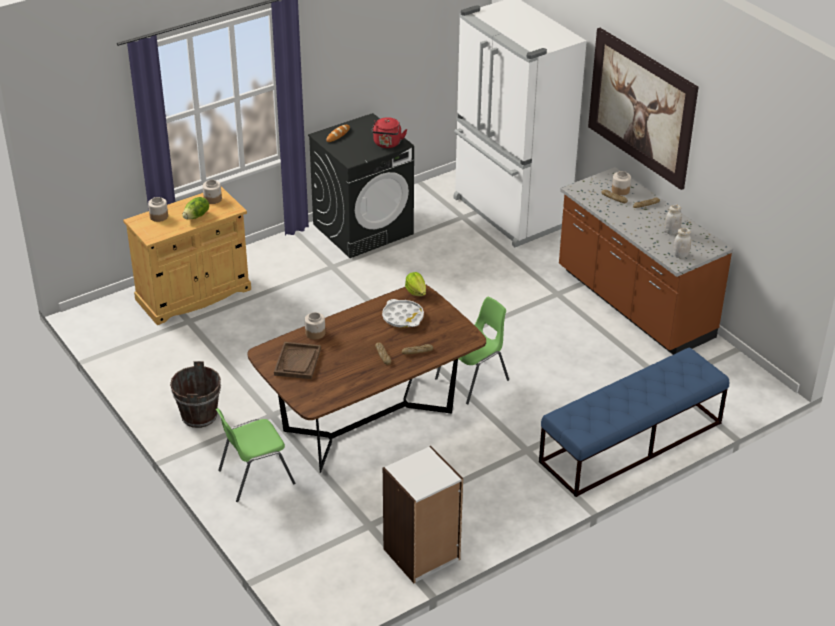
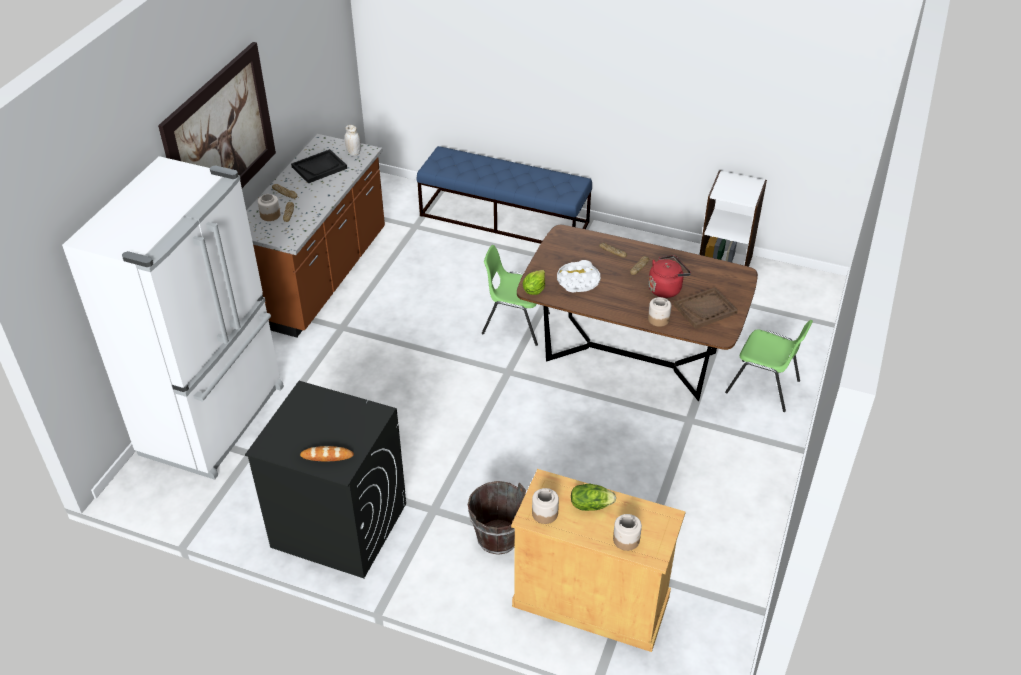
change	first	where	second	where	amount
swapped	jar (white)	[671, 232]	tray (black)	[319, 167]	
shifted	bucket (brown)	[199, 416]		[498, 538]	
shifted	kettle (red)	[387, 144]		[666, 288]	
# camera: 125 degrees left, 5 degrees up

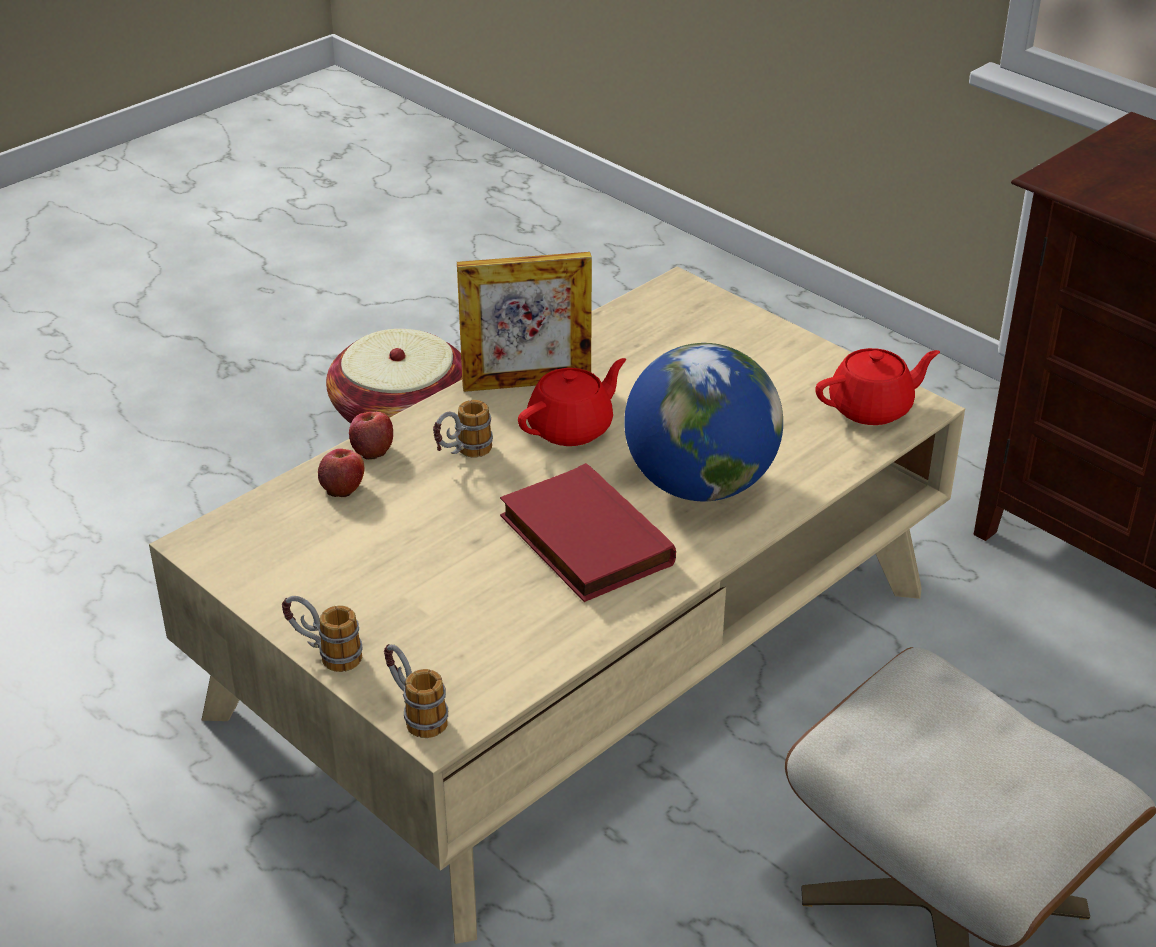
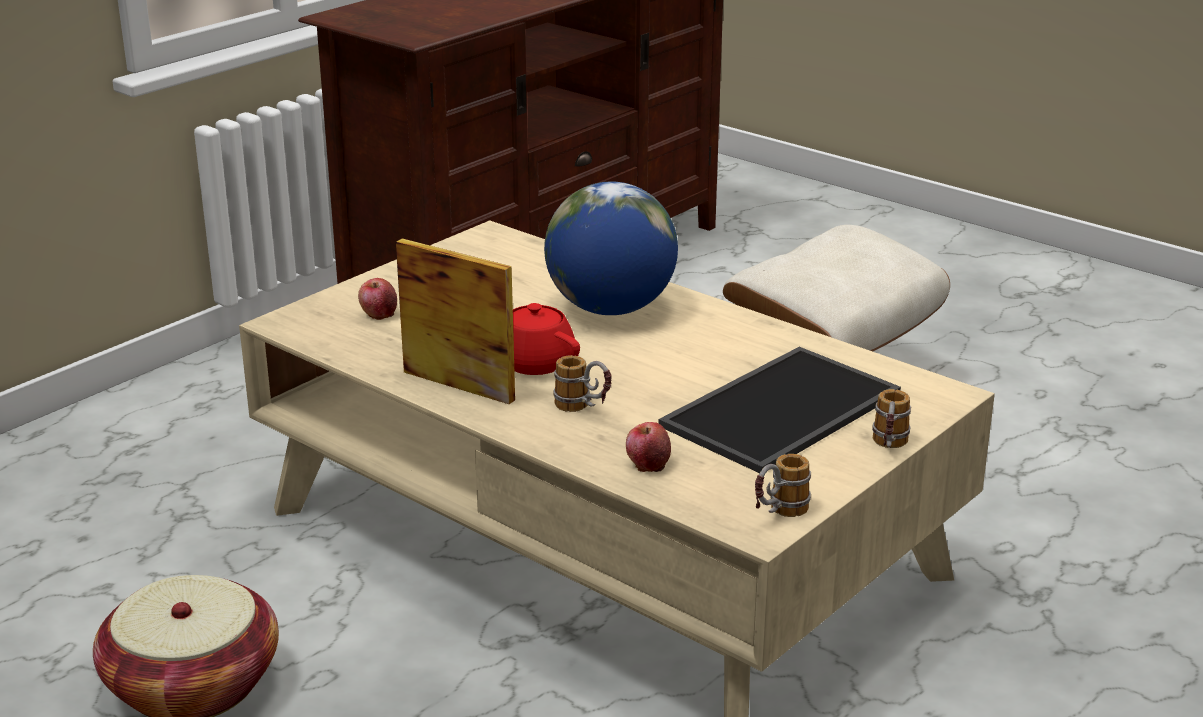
change	first	where	second	where	amount
shifted	apple	[372, 449]		[378, 313]	
rotated	picture frame	[527, 383]		[458, 386]	45 degrees counterclockwise
new			tray	[780, 407]	
shifted	mug	[414, 713]		[778, 514]	
gone	book (red)	[581, 541]			
gone	teapot (red)	[872, 408]			
# camera: 95 degrees left, 10 degrees down

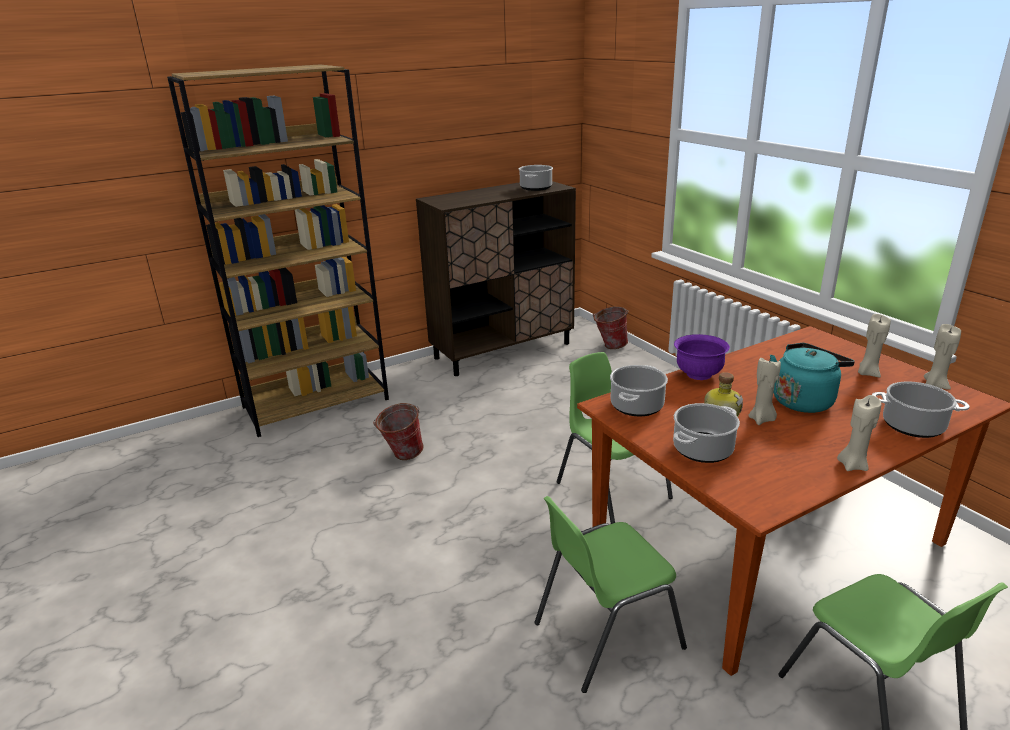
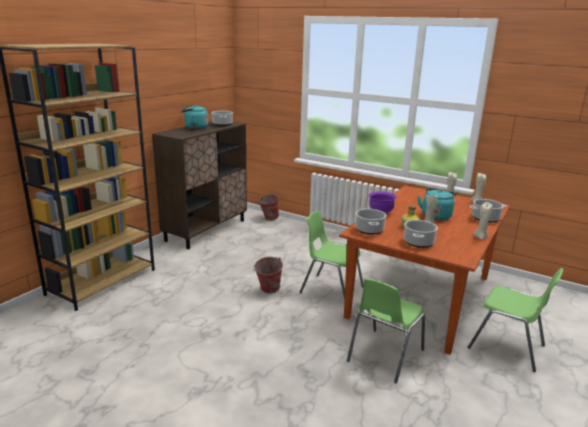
change	first	where	second	where	amount
new			kettle (turquoise)	[194, 128]	
shifted	bucket	[401, 455]		[267, 291]	
# camera: 30 degrees left, 5 degrees down

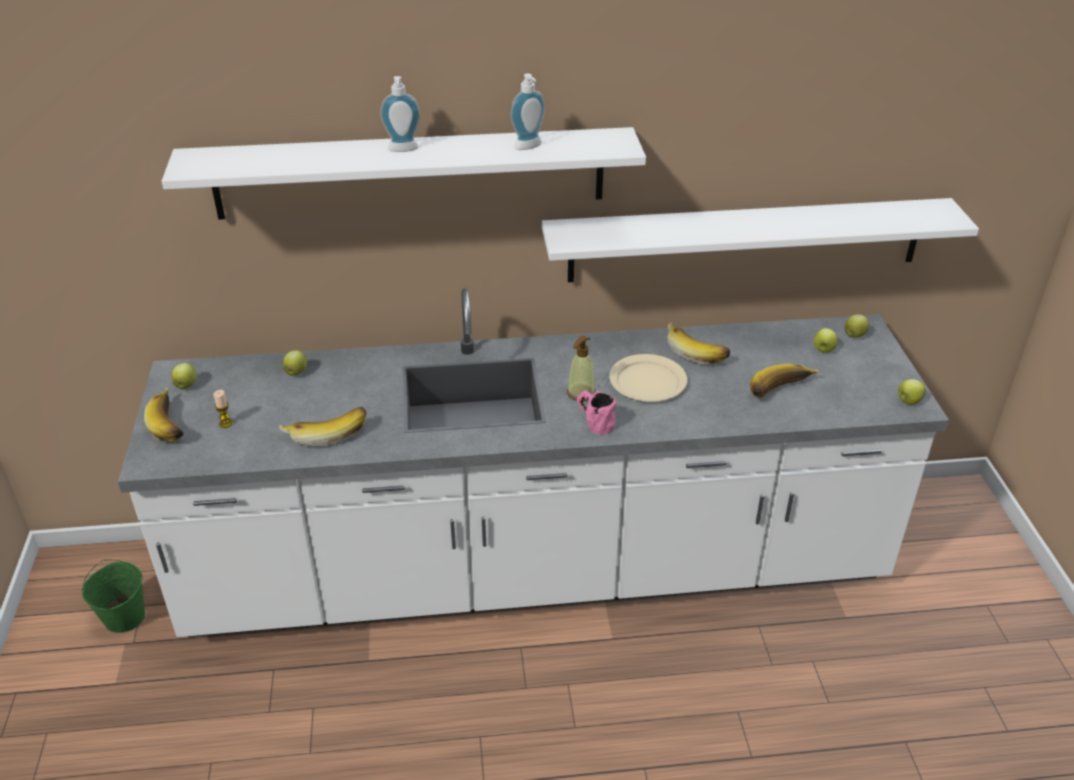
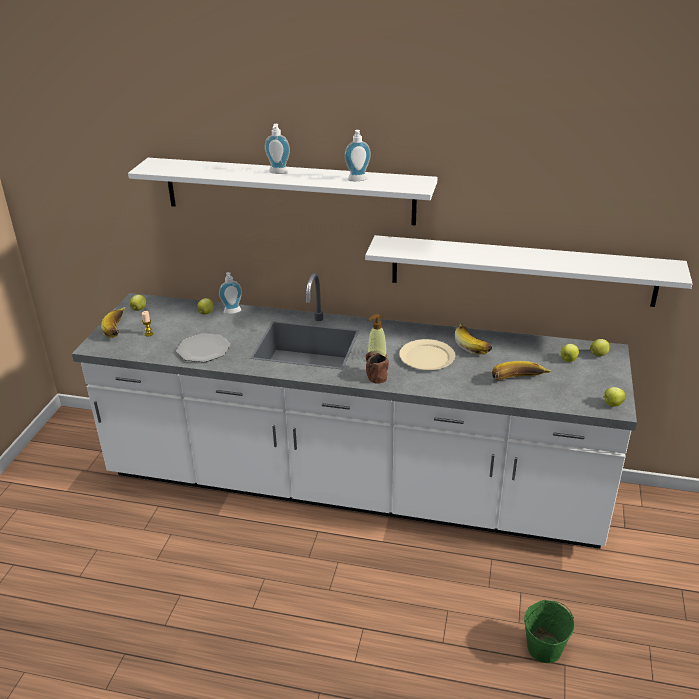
change	first	where	second	where	amount
swapped	banana	[326, 432]	plate	[203, 349]	
new			soap dispenser	[233, 312]	
repainted	mug (pink)	[594, 423]	mug (brown)	[374, 375]	
shifted	bucket (green)	[125, 616]		[544, 648]	
# camera: 20 degrees right, 5 degrees down

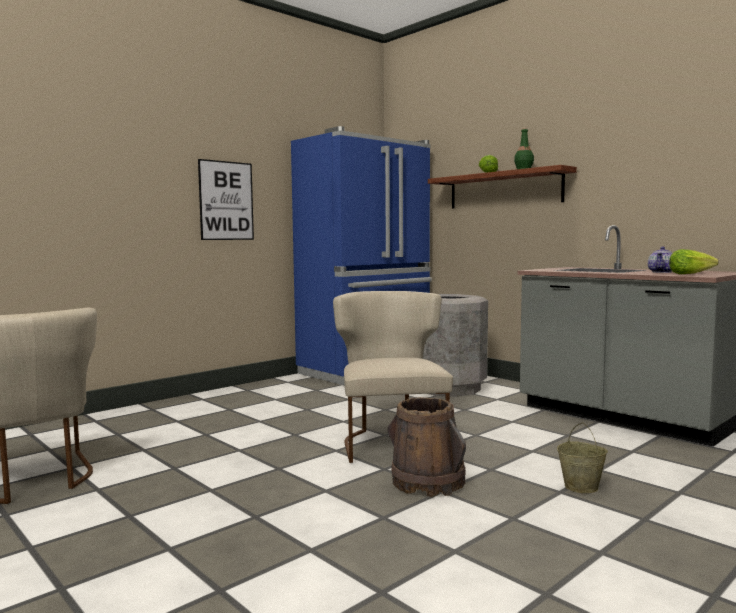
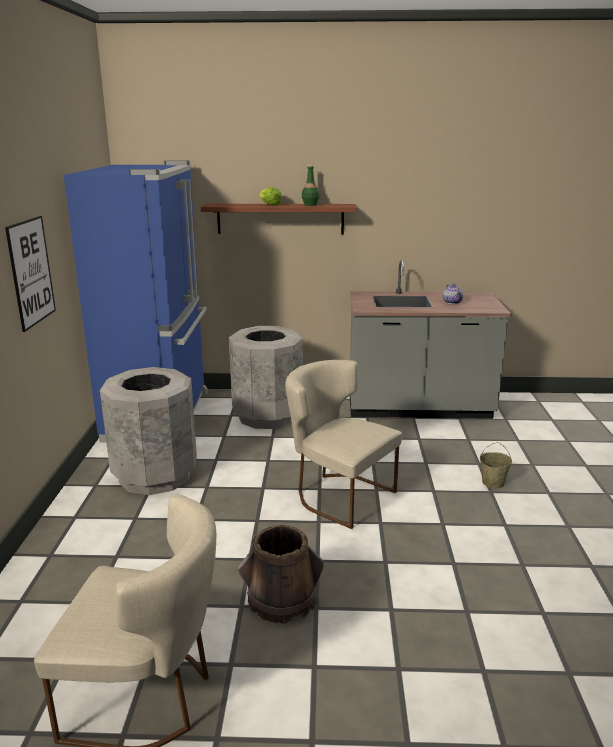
change	first	where	second	where	amount
new			trash can (grey)	[155, 476]	
shifted	bucket (brown)	[427, 482]		[281, 600]	
gone	lettuce	[690, 274]			
# camera: 45 degrees left, 15 degrees up

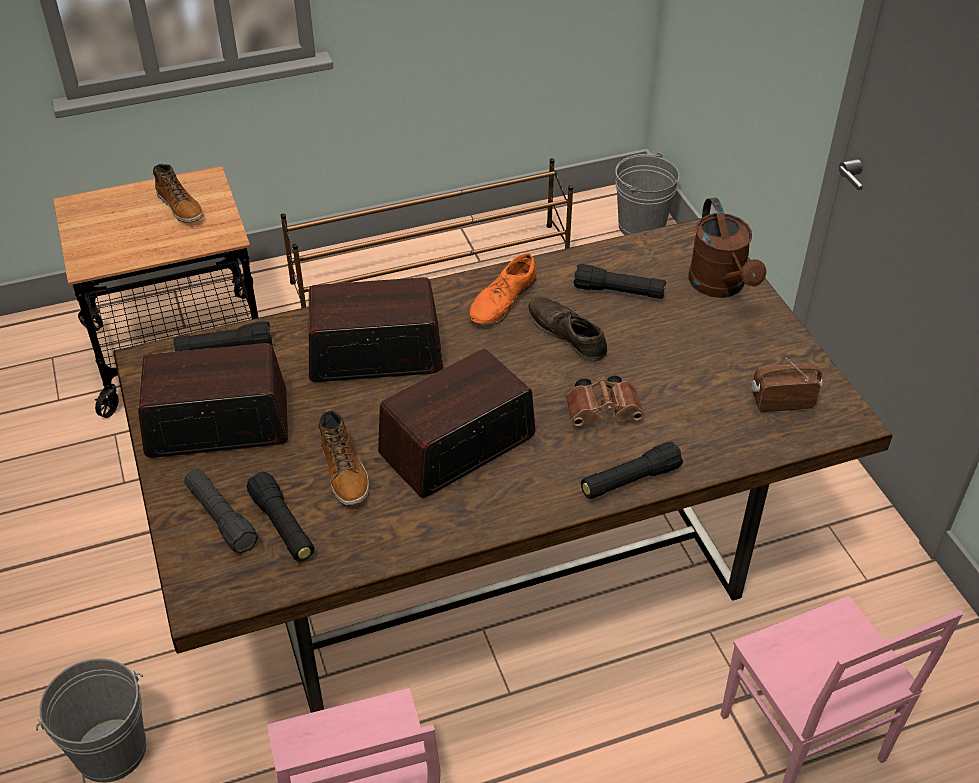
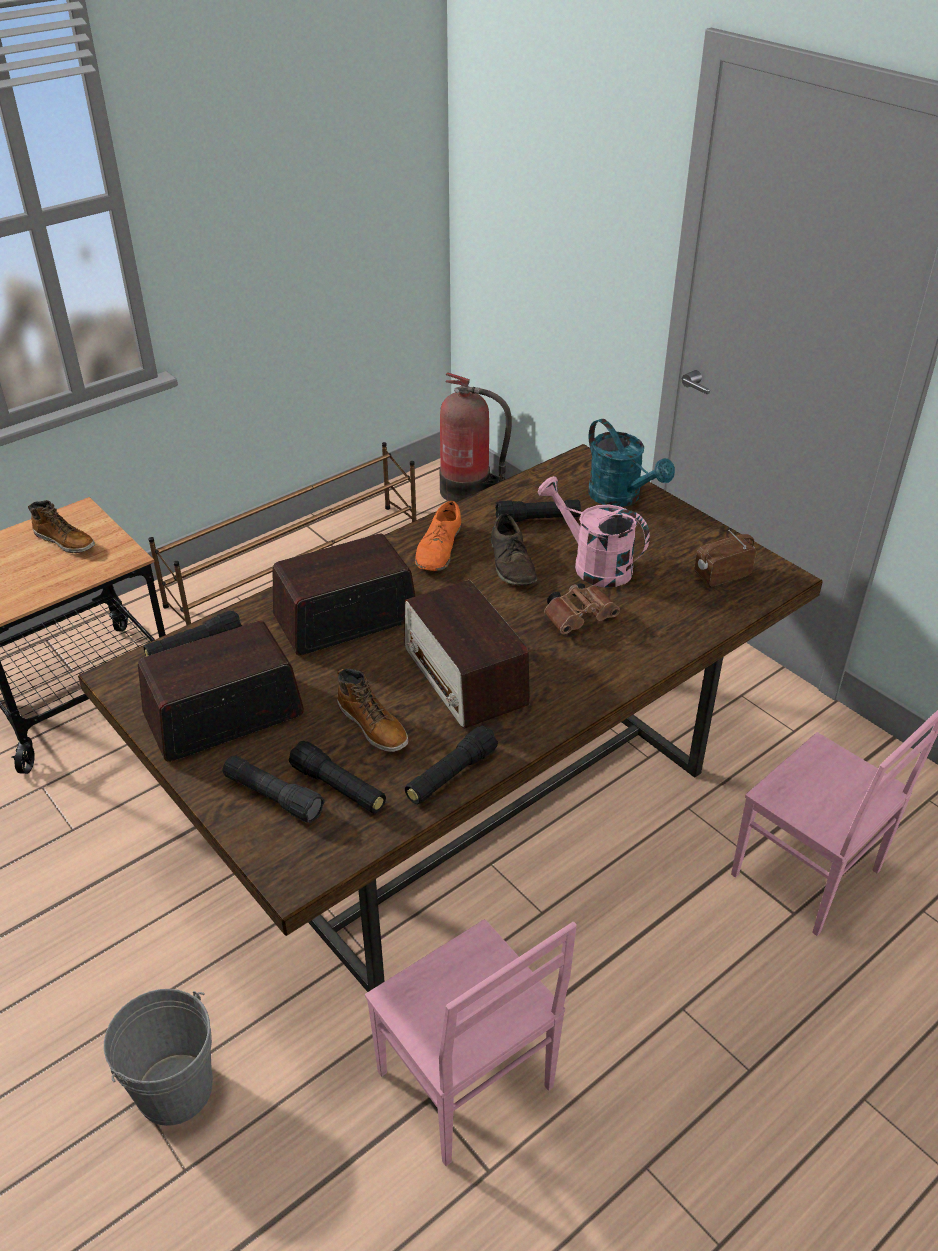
change	first	where	second	where	amount
rotated	radio	[456, 446]		[465, 677]	60 degrees counterclockwise
shifted	flashlight (black)	[630, 480]		[451, 775]	
swapped	bucket (grey)	[641, 226]	fire extinguisher	[469, 492]	
rotated	shoe (brown)	[567, 334]		[512, 563]	135 degrees counterclockwise
new			watering can (pink)	[593, 565]	
repainted	watering can (brown)	[721, 287]	watering can (turquoise)	[621, 498]	
# camera: 20 degrees left, 5 degrees down

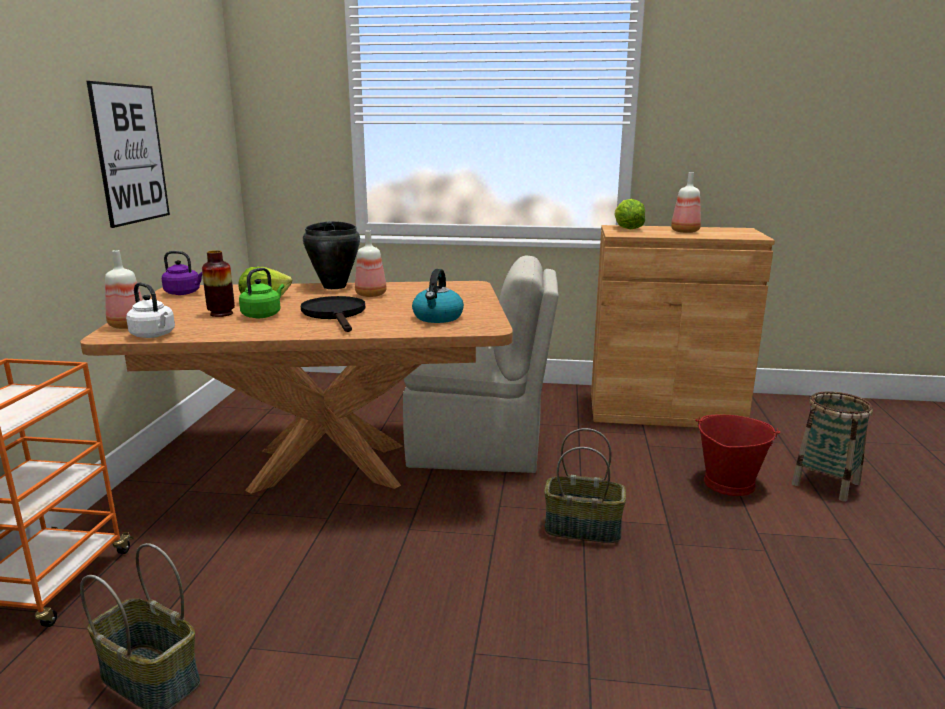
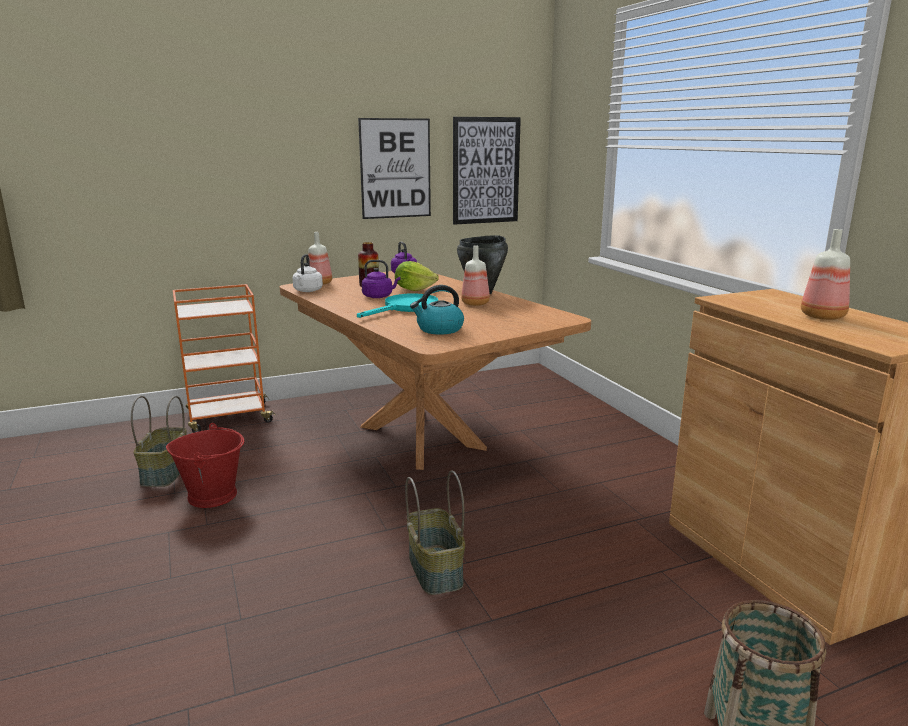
change	first	where	second	where	amount
shifted	bucket (red)	[728, 483]		[213, 495]	
repainted	frying pan (black)	[335, 314]	frying pan (turquoise)	[406, 308]	
repainted	kettle (green)	[263, 315]	kettle (purple)	[379, 296]	
new			picture	[485, 171]	
gone	chair (beige)	[479, 449]			
gone	lettuce	[627, 229]			
# camera: 60 degrees right, 0 degrees up

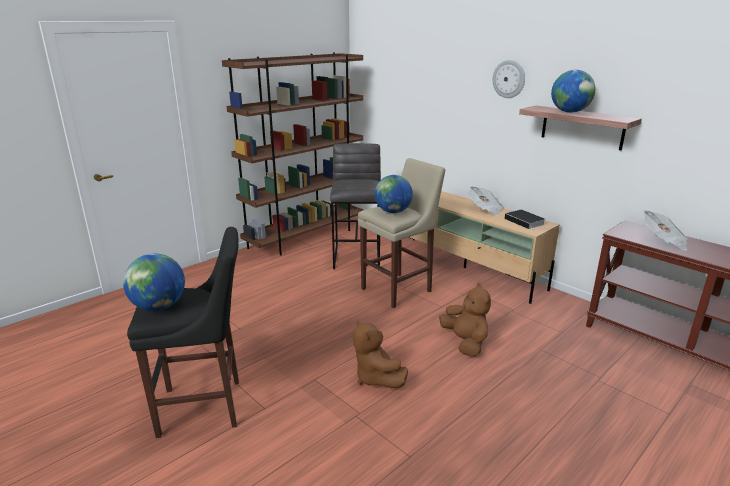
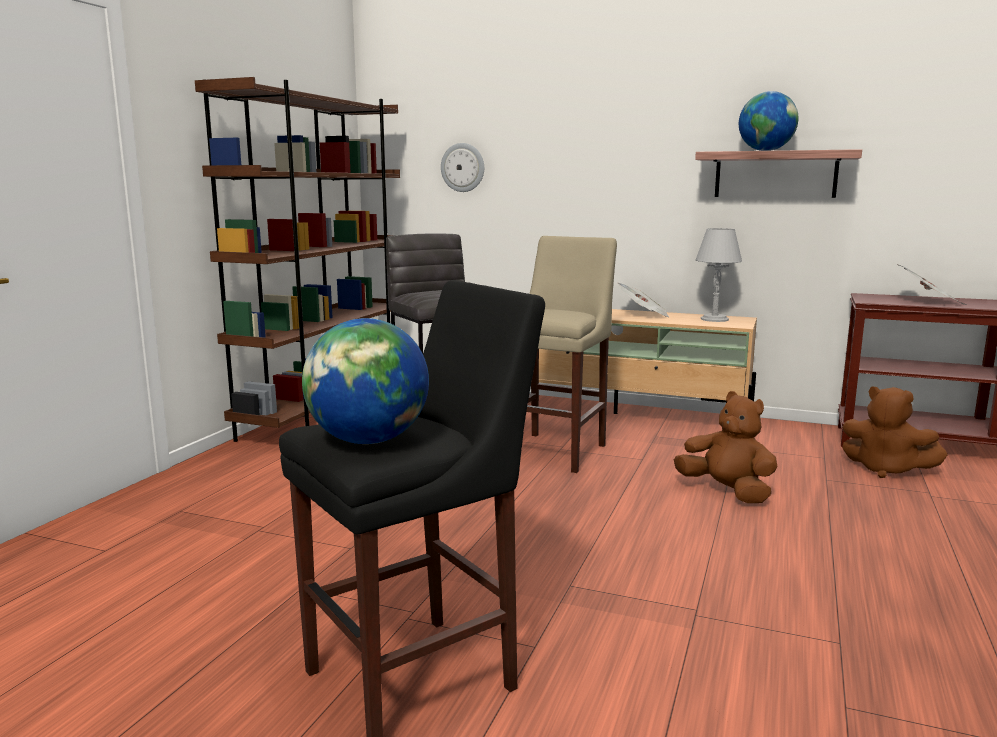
change	first	where	second	where	amount
shifted	wall clock	[509, 79]		[463, 167]	
swapped	book	[525, 222]	table lamp (grey)	[714, 319]	
shifted	plush toy (brown)	[376, 378]		[886, 470]	
gone	globe	[393, 212]			
# camera: 25 degrees left, 10 degrees down

